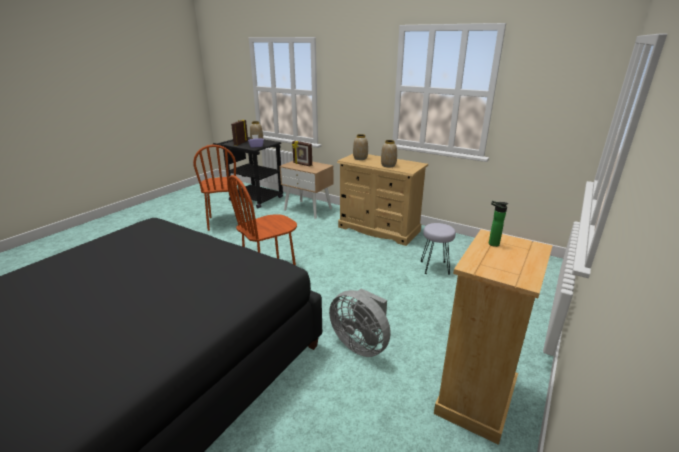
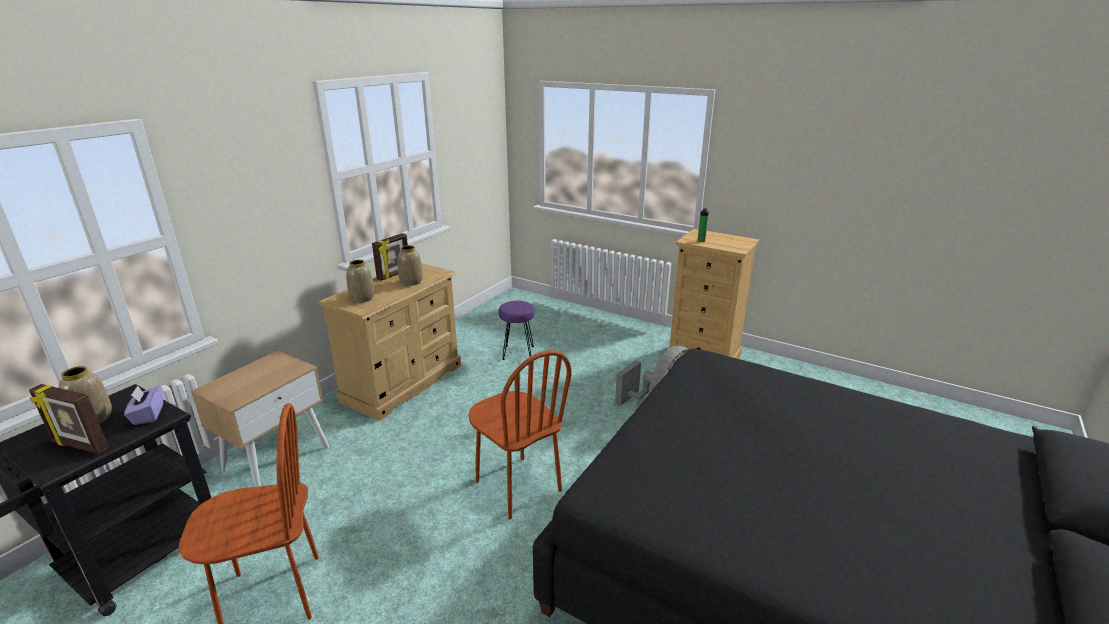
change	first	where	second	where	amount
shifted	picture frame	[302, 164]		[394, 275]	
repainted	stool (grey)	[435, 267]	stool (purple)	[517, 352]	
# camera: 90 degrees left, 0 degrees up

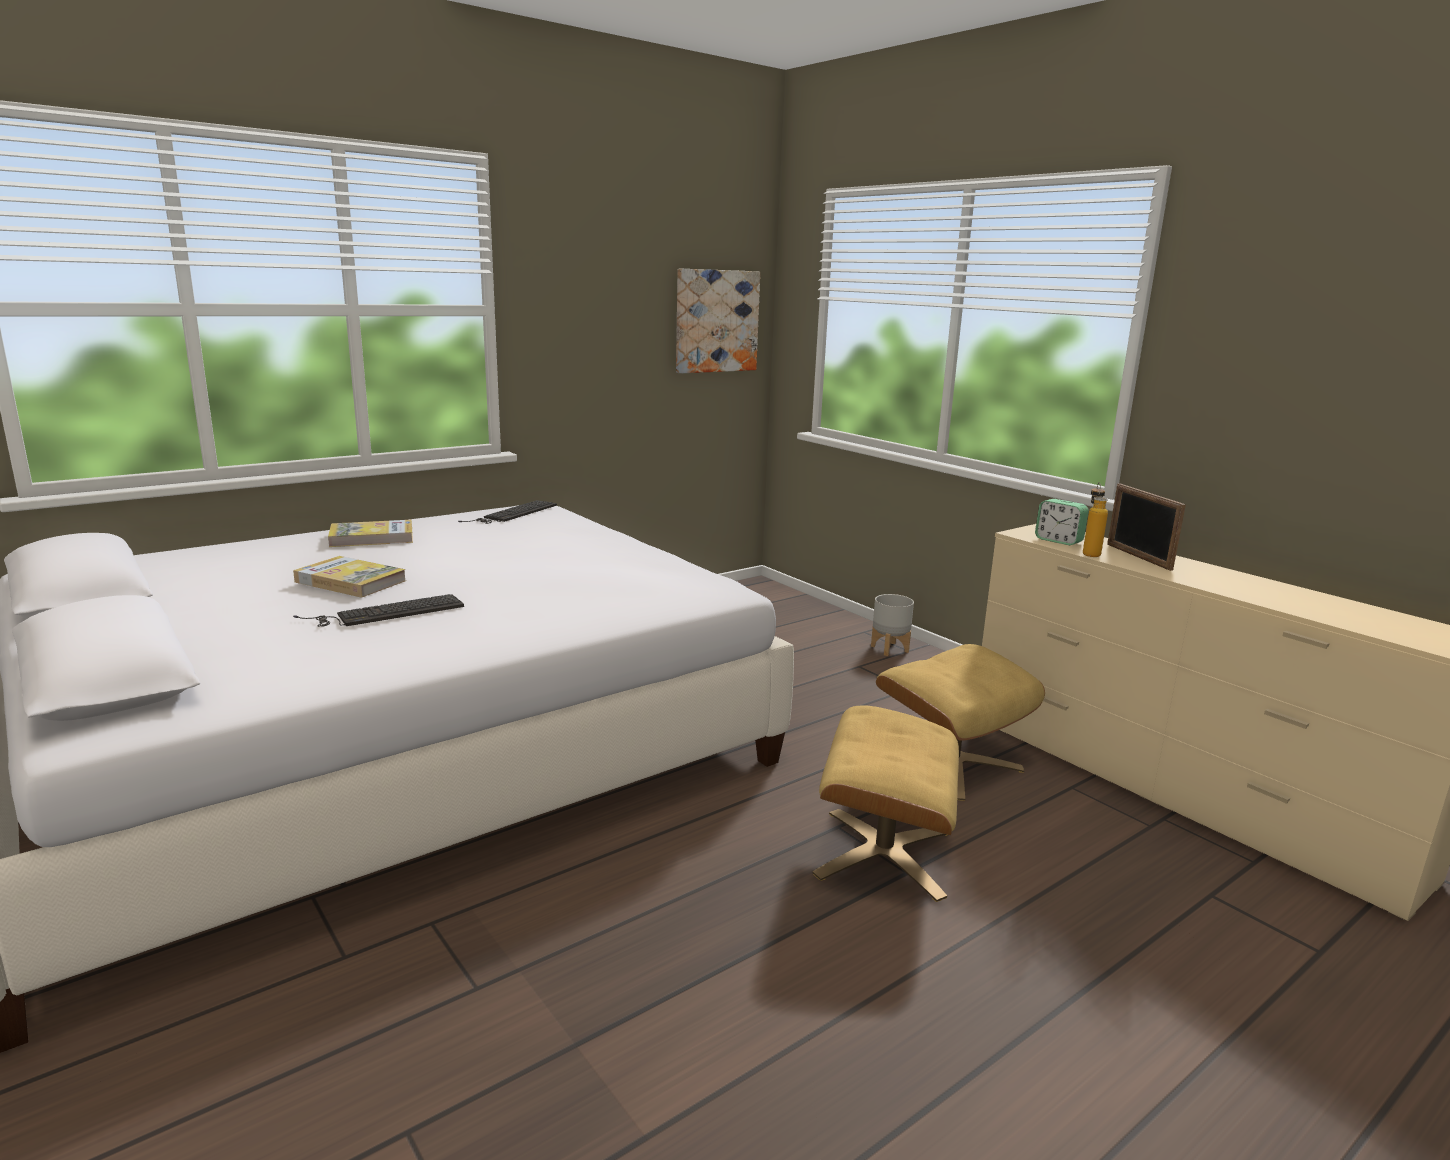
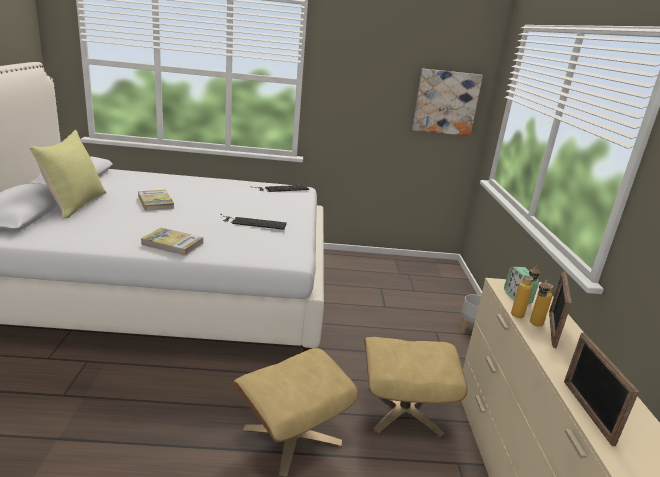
change	first	where	second	where	amount
new			pillow (yellow)	[75, 204]	
shifted	book	[372, 538]		[172, 244]	
shifted	keyboard	[385, 613]		[253, 222]	
new			bottle	[534, 325]	
new			picture frame	[587, 411]	
# camera: 35 degrees right, 5 degrees up

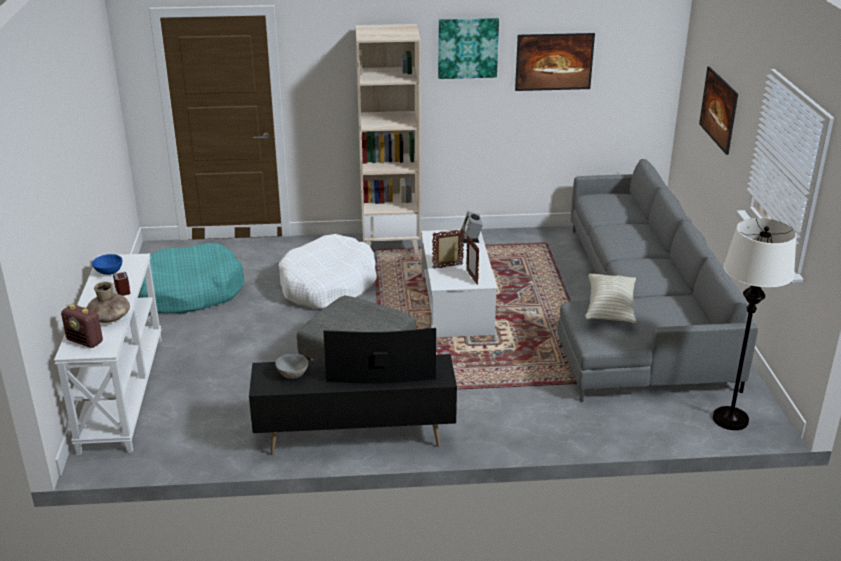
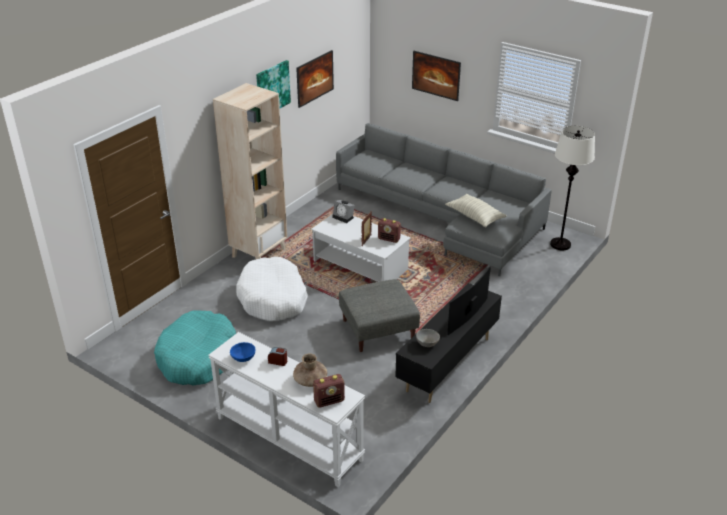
change	first	where	second	where	amount
swapped	picture frame	[472, 277]	radio	[389, 239]	
# camera: 50 degrees left, 5 degrees up

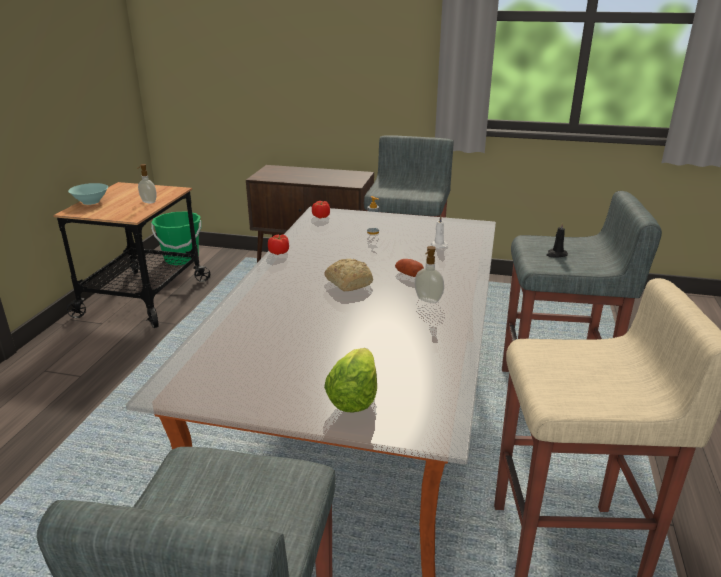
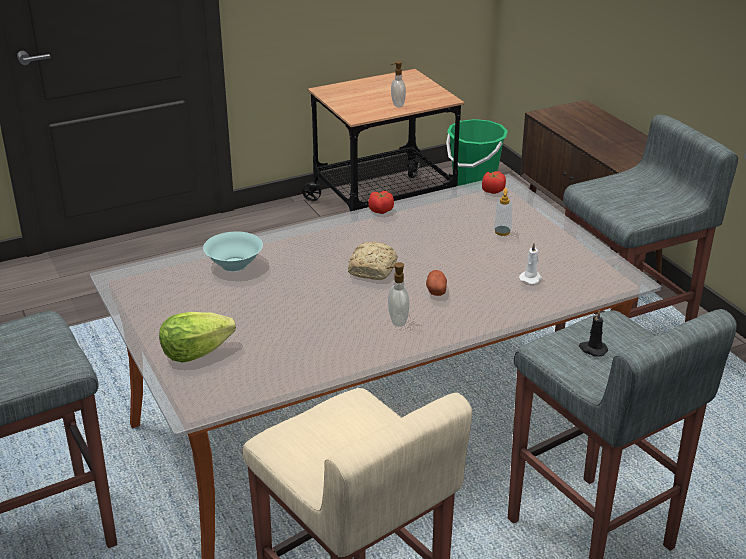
change	first	where	second	where	amount
shifted	bowl (turquoise)	[91, 202]		[235, 265]	
# camera: 50 degrees right, 5 degrees up

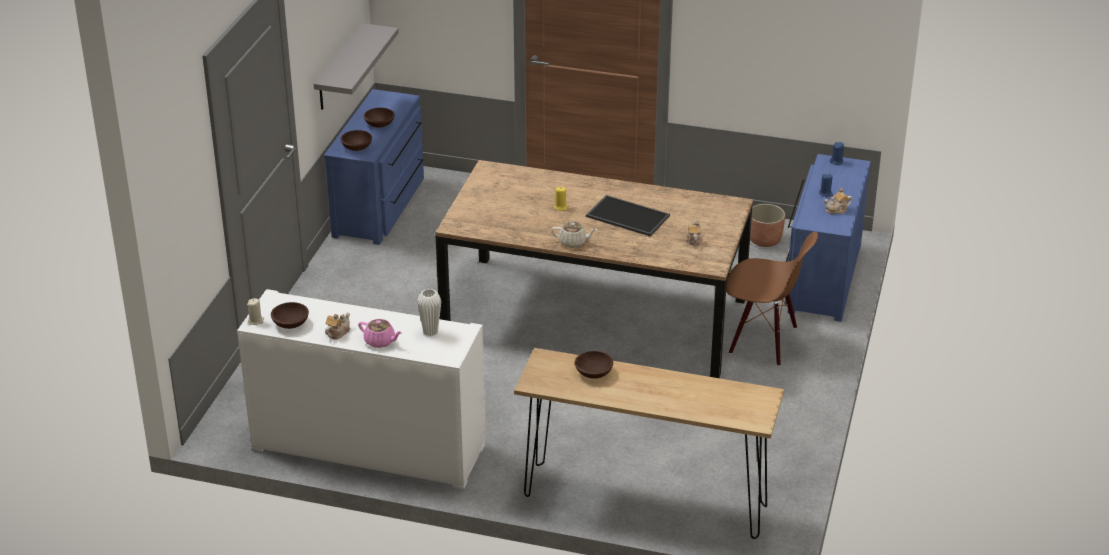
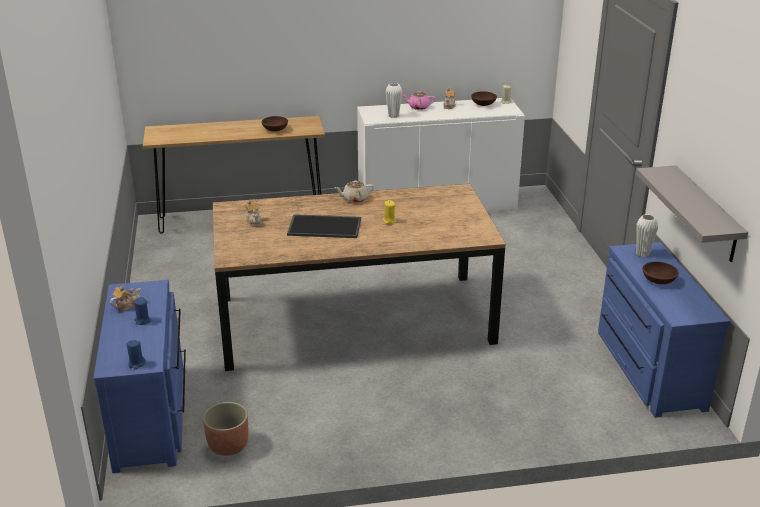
change	first	where	second	where	amount
swapped	bowl (brown)	[357, 147]	vase (white)	[642, 254]	
gone	chair (brown)	[763, 341]			
# camera: 155 degrees right, 5 degrees down

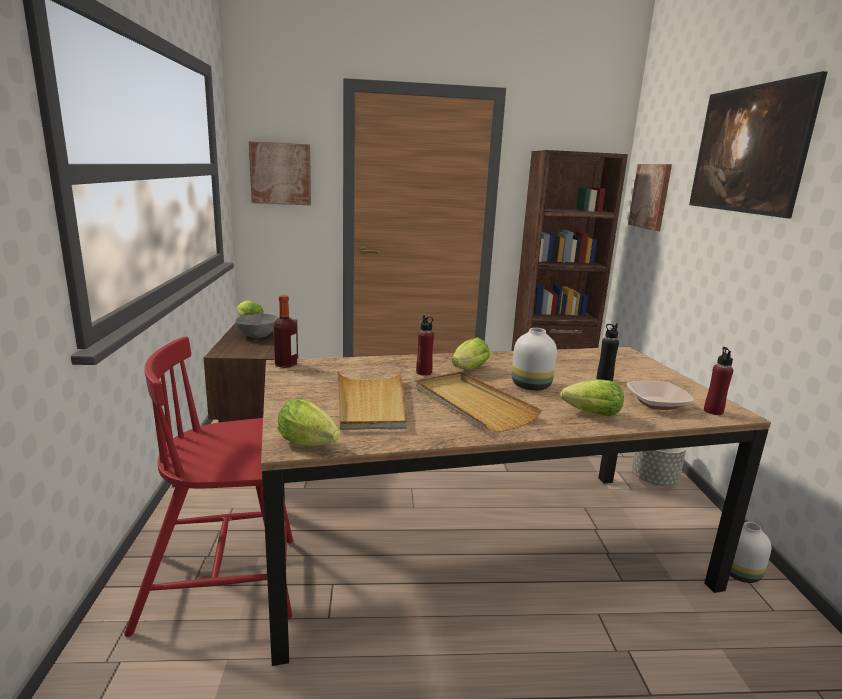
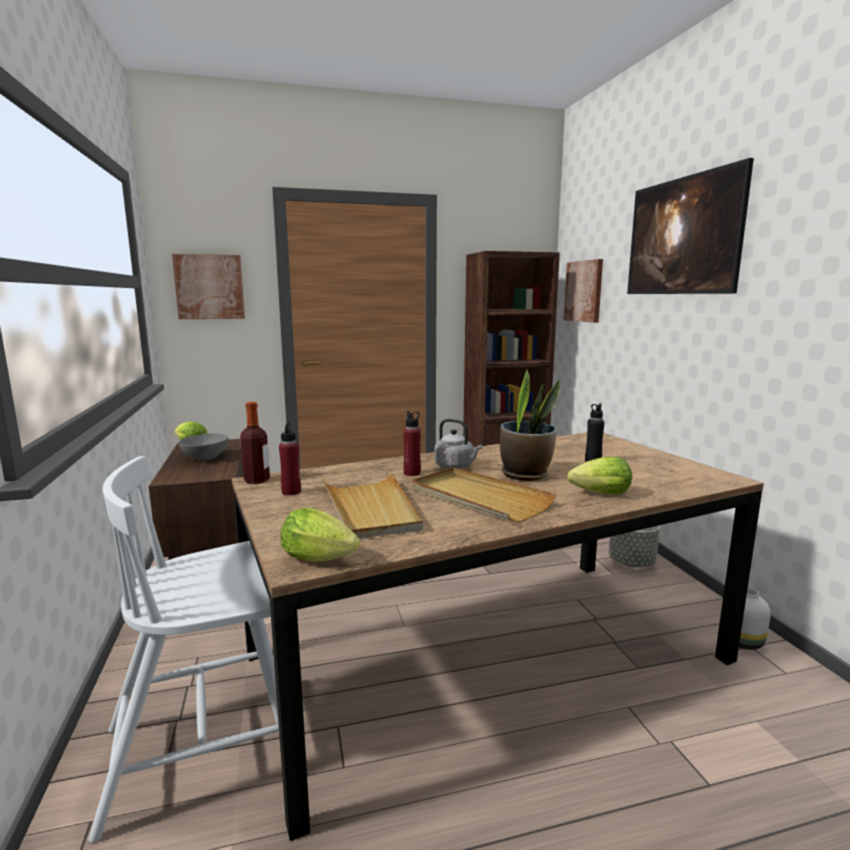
change	first	where	second	where	amount
repainted	chair (red)	[223, 583]	chair (white)	[205, 749]	
shifted	bottle (red)	[713, 411]		[291, 492]	
swapped	lettuce	[467, 370]	kettle (grey)	[456, 466]	
swapped	vase (white)	[530, 385]	potted plant	[525, 474]	
gone	bowl	[656, 403]			
# camera: 10 degrees left, 5 degrees down

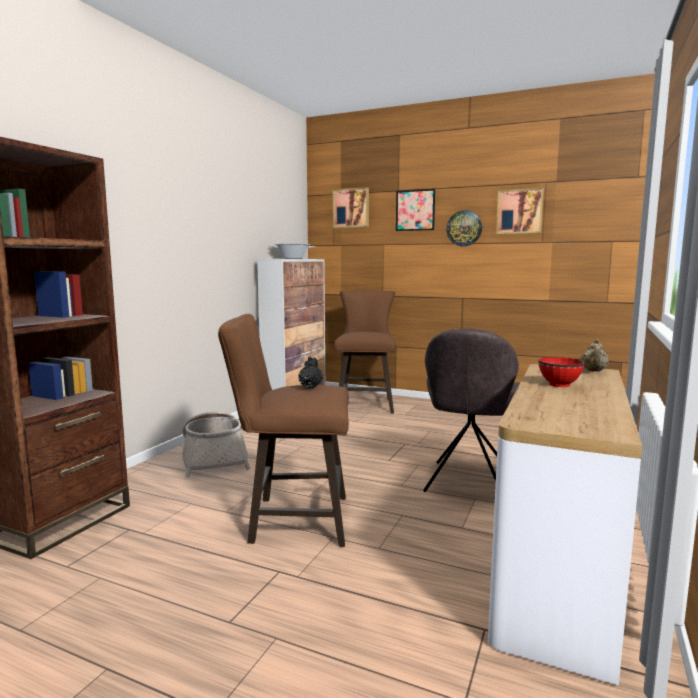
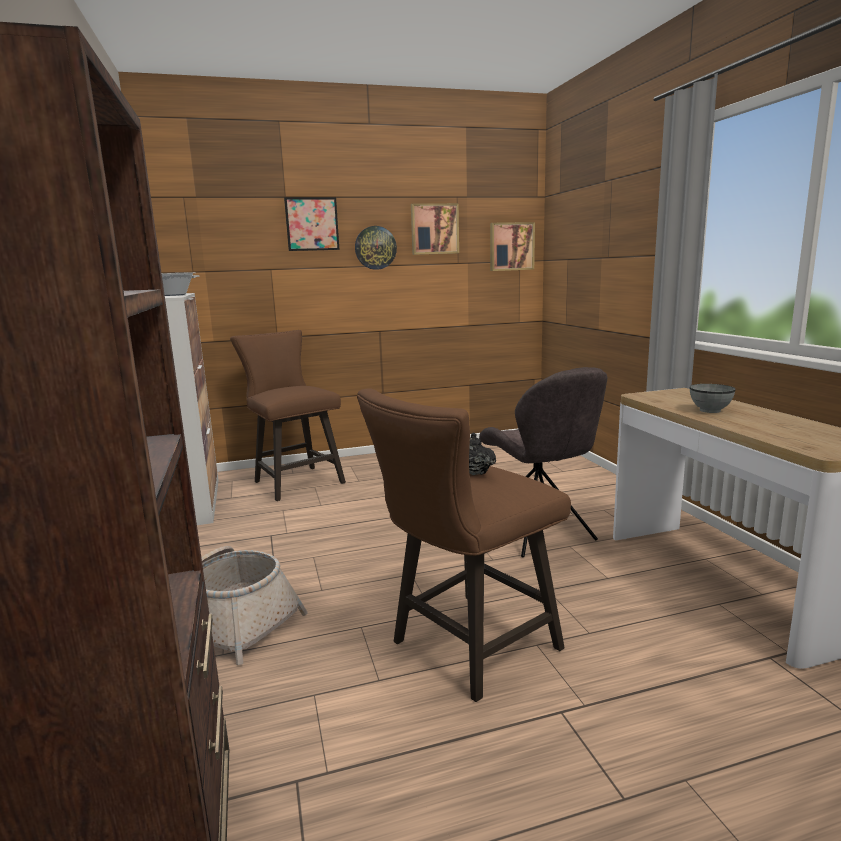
change	first	where	second	where	amount
shifted	picture	[351, 208]		[511, 246]	
repainted	bowl (red)	[558, 385]	bowl (grey)	[709, 410]	
gone	teapot (beige)	[593, 371]			
# camera: 40 degrees left, 5 degrees up

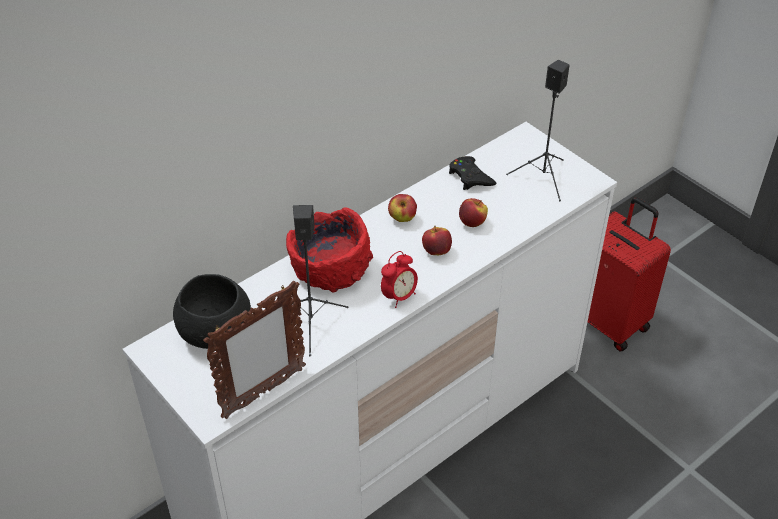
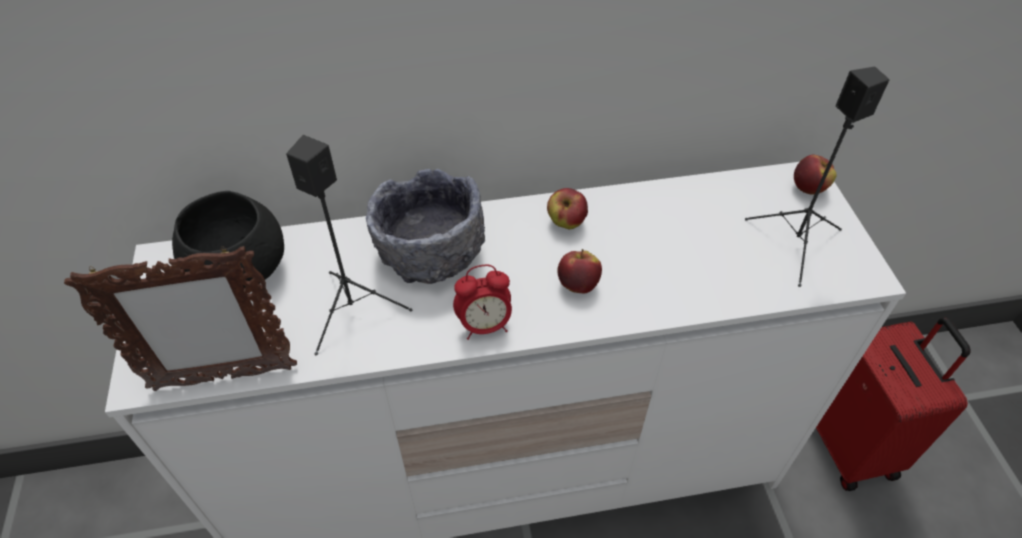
change	first	where	second	where	amount
repainted	bowl (red)	[330, 270]	bowl (grey)	[430, 252]	
shifted	apple	[472, 222]		[808, 188]	
gone	game controller (black)	[470, 177]			
# camera: 30 degrees right, 5 degrees up

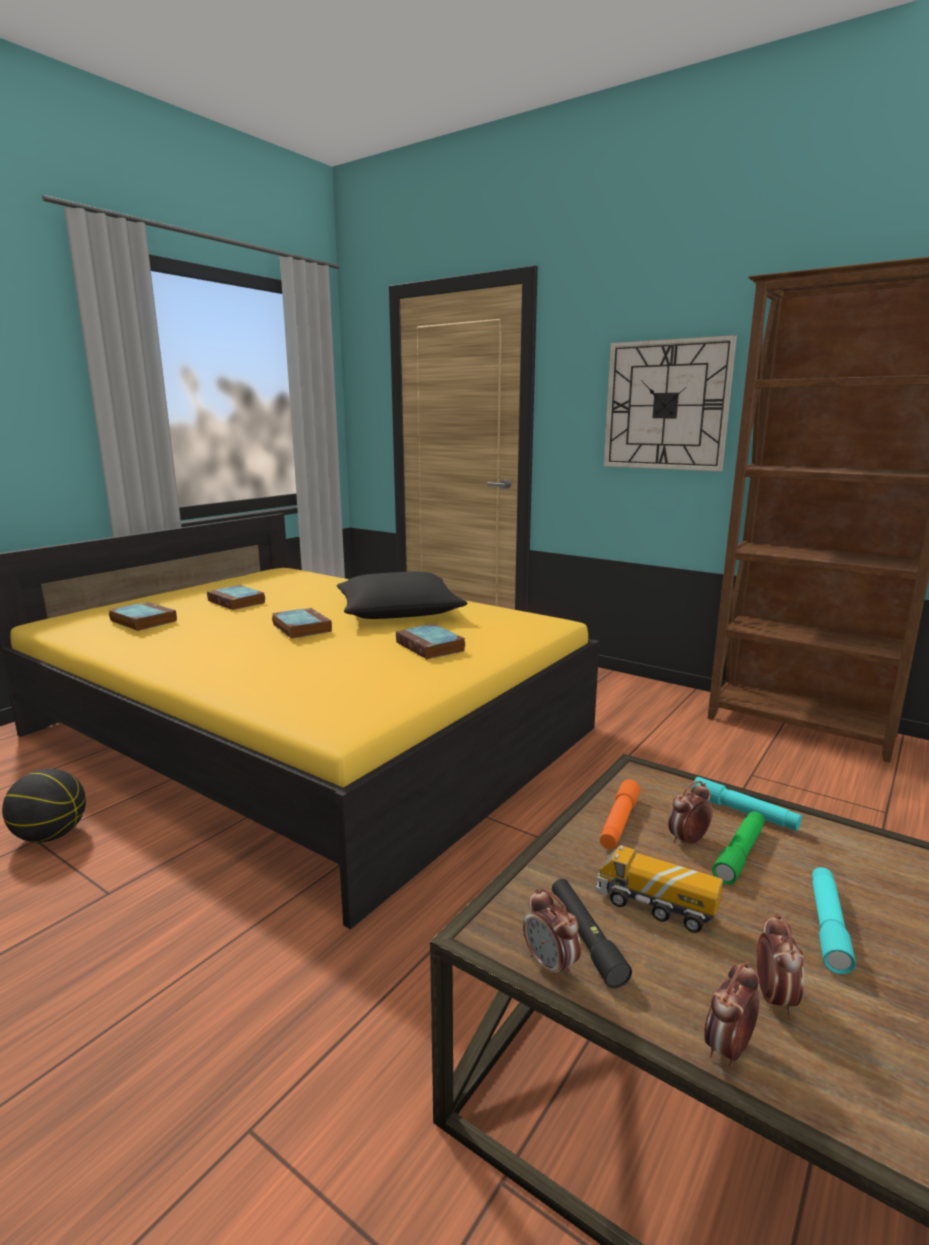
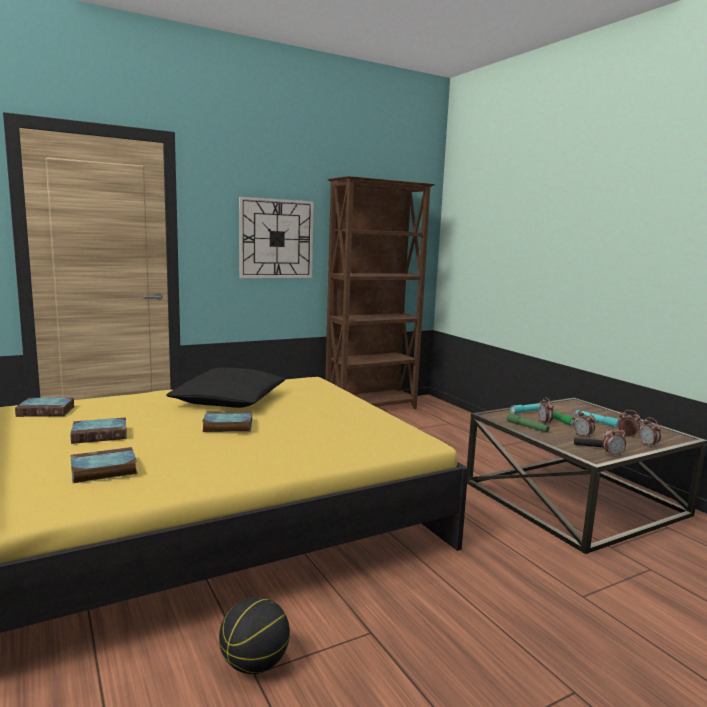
change	first	where	second	where	amount
shifted	book	[431, 647]		[47, 411]	
repainted	flashlight (orange)	[619, 822]	flashlight (green)	[527, 427]	
swapped	toy truck	[655, 907]	alarm clock	[583, 436]	
# camera: 65 degrees left, 5 degrees down

